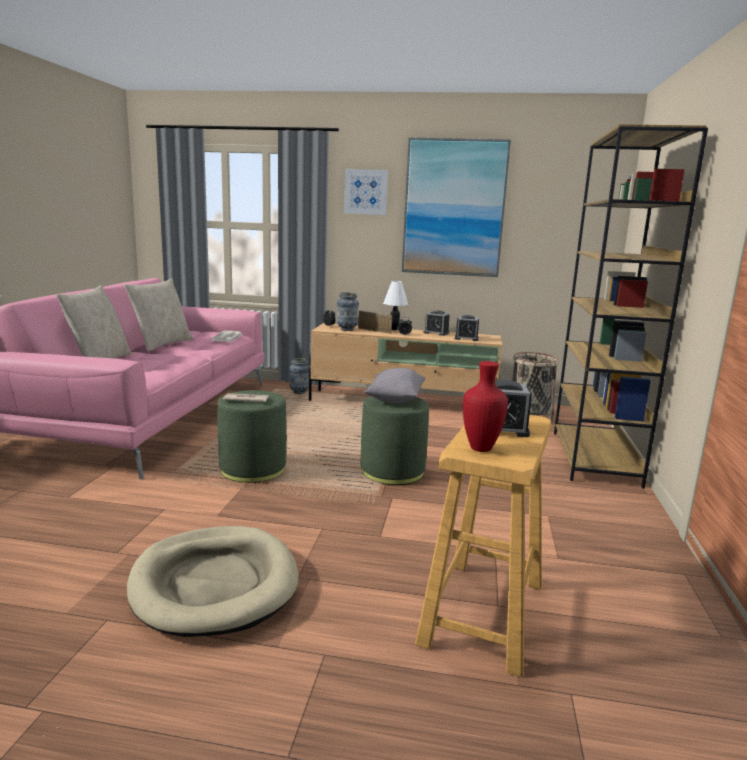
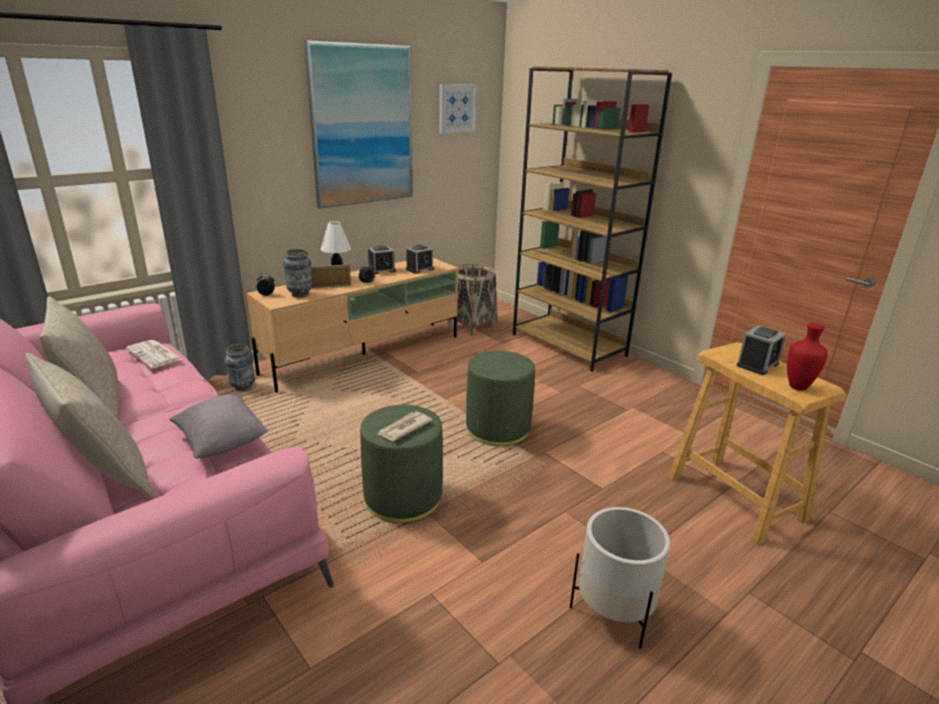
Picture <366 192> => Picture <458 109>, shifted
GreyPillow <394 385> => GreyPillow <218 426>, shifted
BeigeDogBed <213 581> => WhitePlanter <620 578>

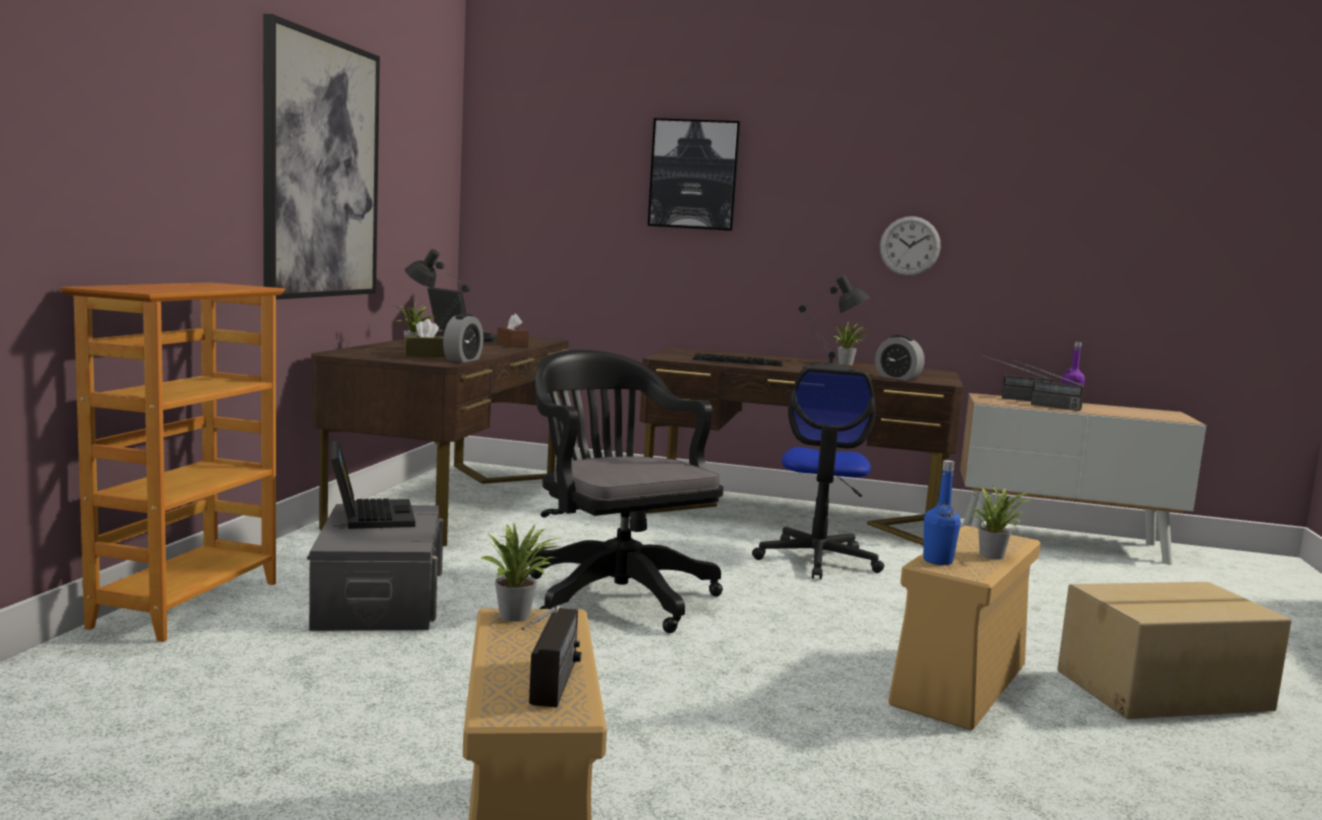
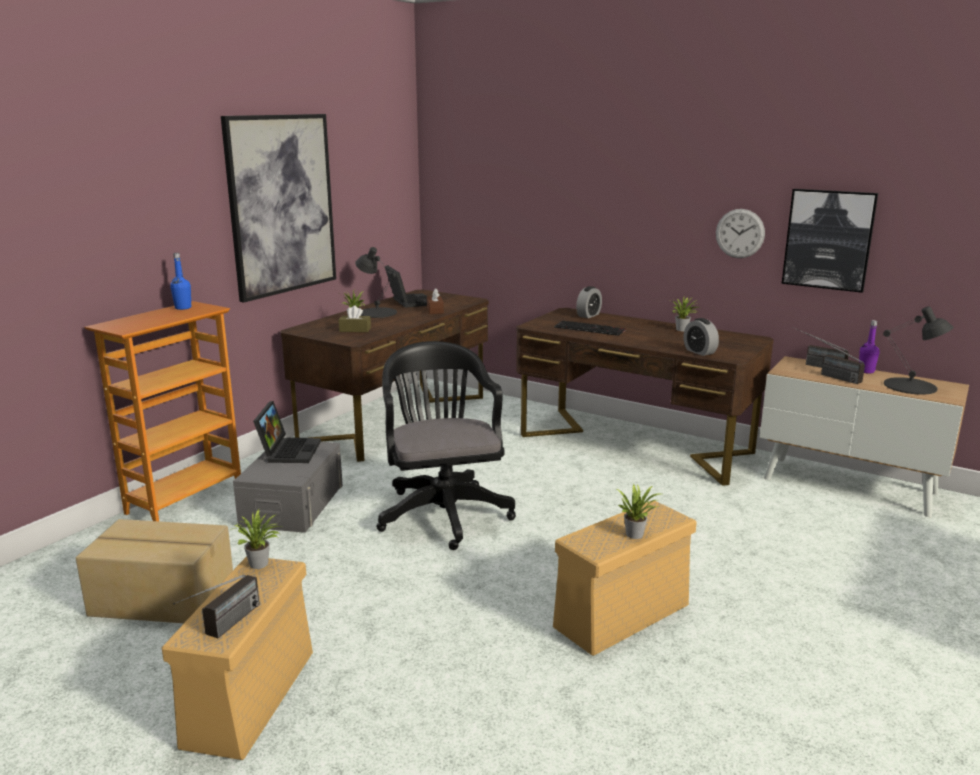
Picture <694 174> => Picture <830 241>, shifted
BlackTableLamp <834 323> => BlackTableLamp <918 350>, shifted
AlarmClock <463 337> => AlarmClock <589 302>, shifted
OfficeChair <818 473> => nothing
BlueBottle <942 512> => BlueBottle <180 281>, shifted
CardboardBox <1174 650> => CardboardBox <154 571>, shifted

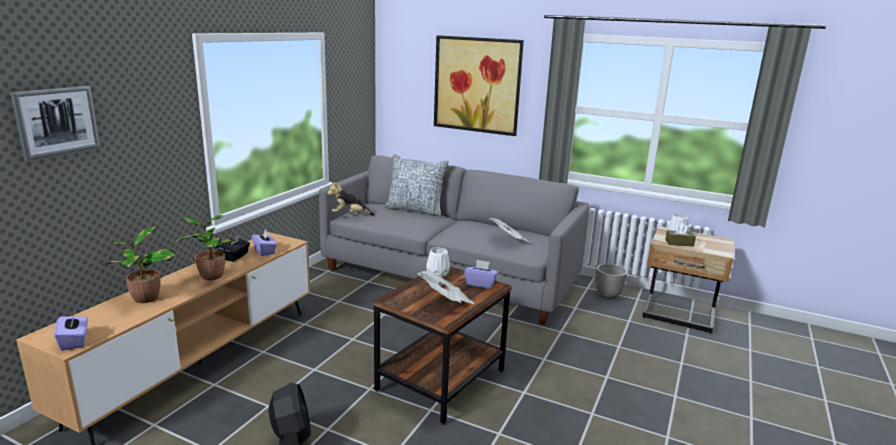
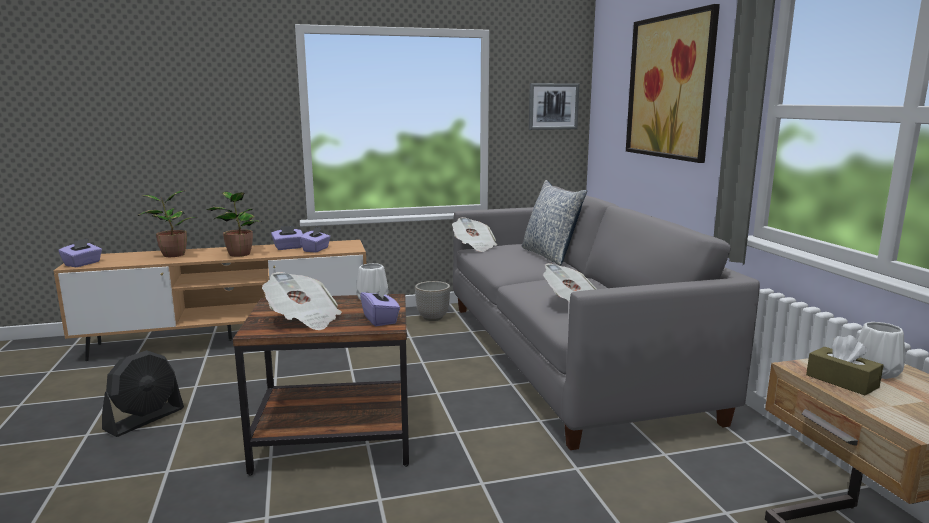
Picture <55 123> => Picture <554 106>, shifted
PlushToy <351 198> => Newspaper <474 234>
BlackTissueBox <234 248> => PurpleTissueBox <287 238>
Planter <611 281> => Planter <432 301>, shifted

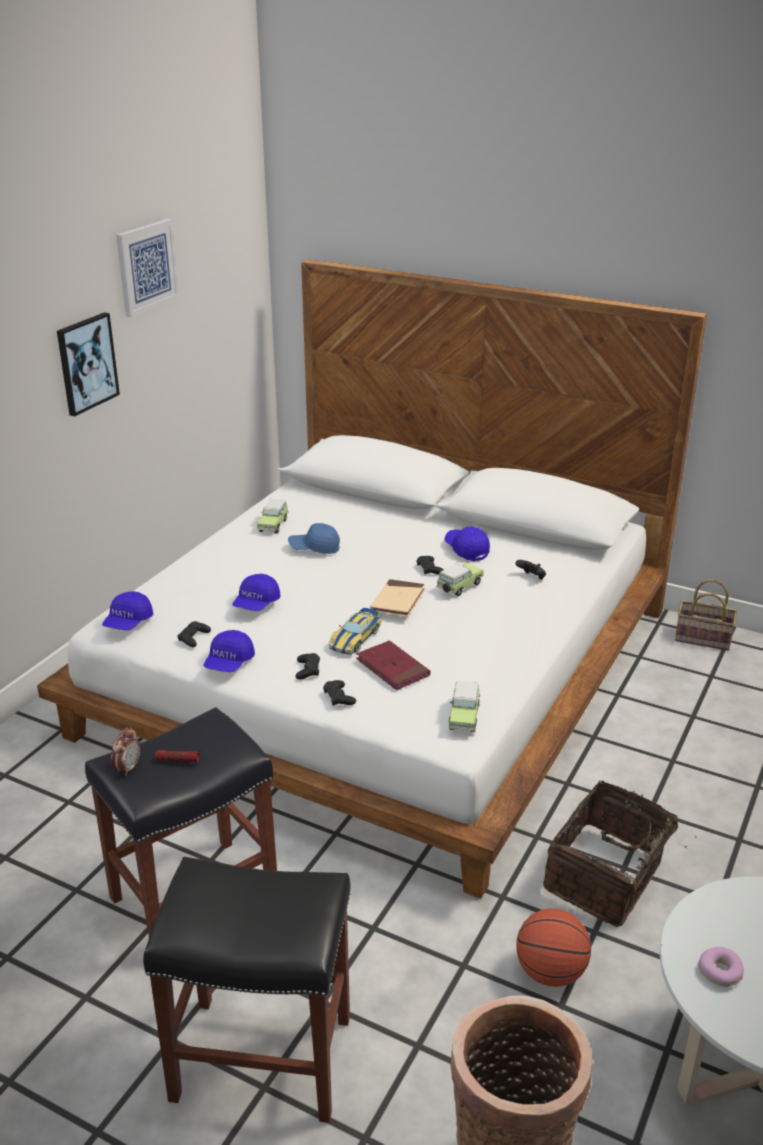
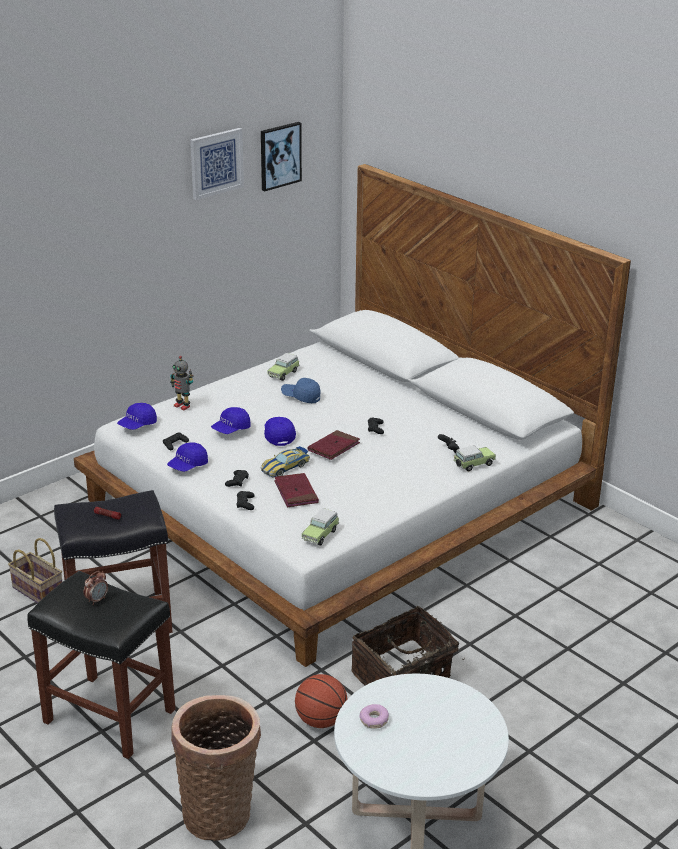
Picture <88 364> => Picture <281 156>, shifted
BlueCap <467 544> => BlueCap <280 431>, shifted
ToyCar <460 579> => ToyCar <475 458>, shifted
BeigeBook <398 598> => RedBook <334 445>
Basket <706 615> => Basket <35 571>, shifted
AlarmClock <125 751> => AlarmClock <95 588>, shifted
nothing => ToyRobot <182 383>

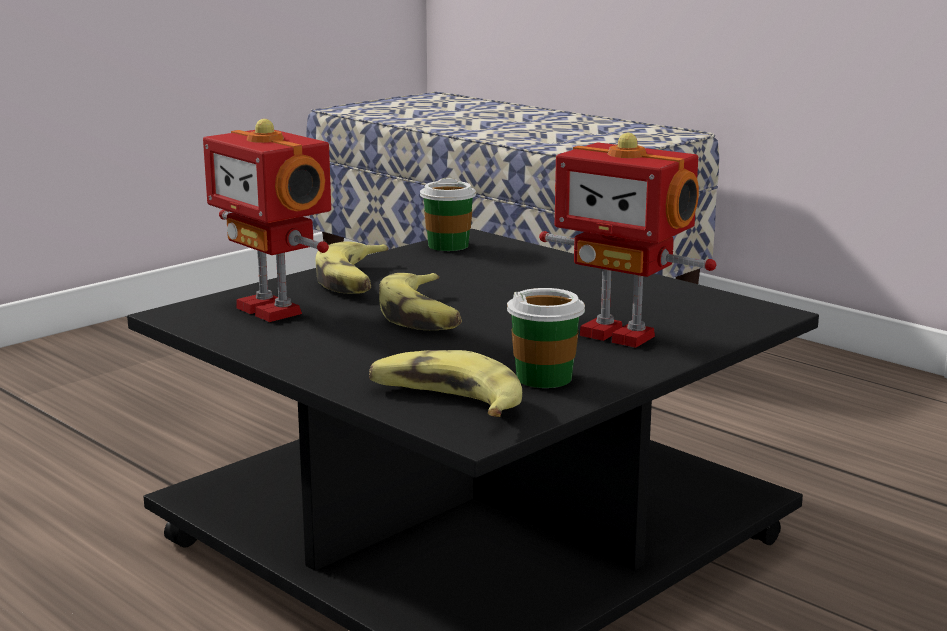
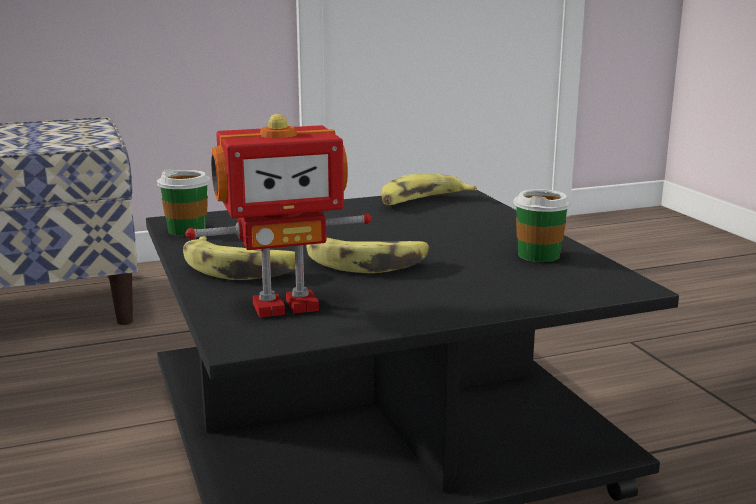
ToyRobot <628 240> => nothing
Banana <445 383> => Banana <429 189>, shifted

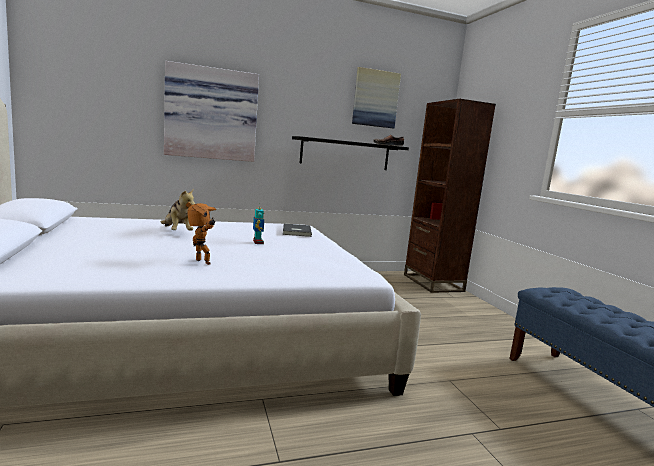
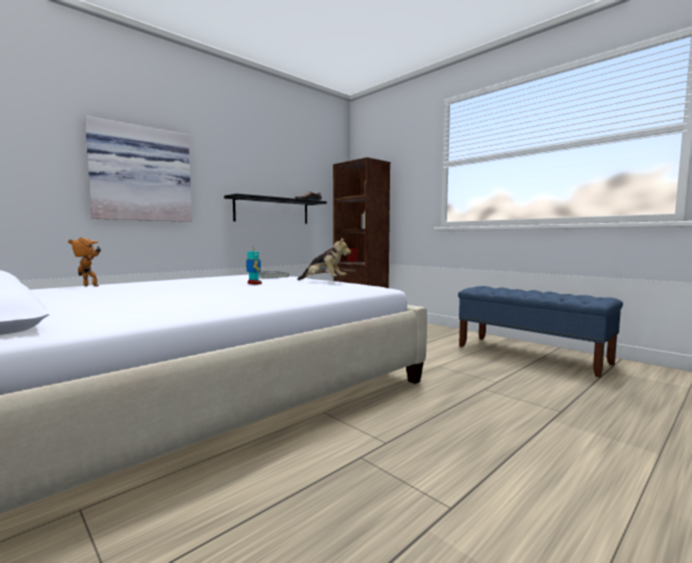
Picture <376 97> => nothing
PlushToy <178 209> => PlushToy <324 259>, shifted
ToyRobot <201 233> => ToyRobot <84 261>, shifted

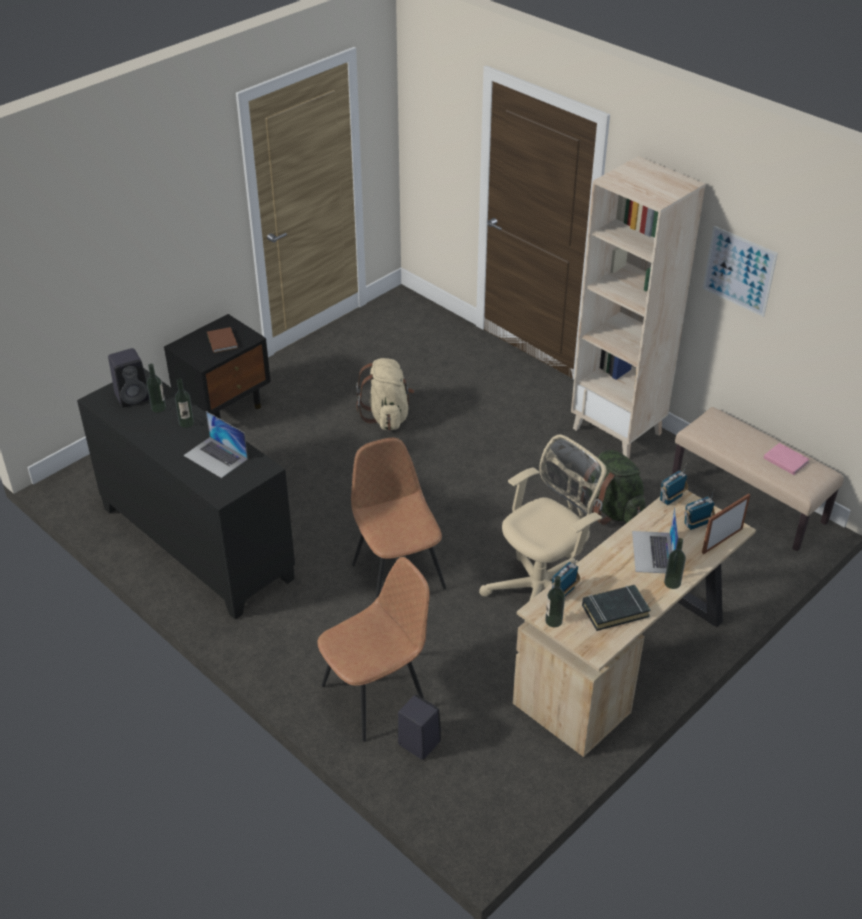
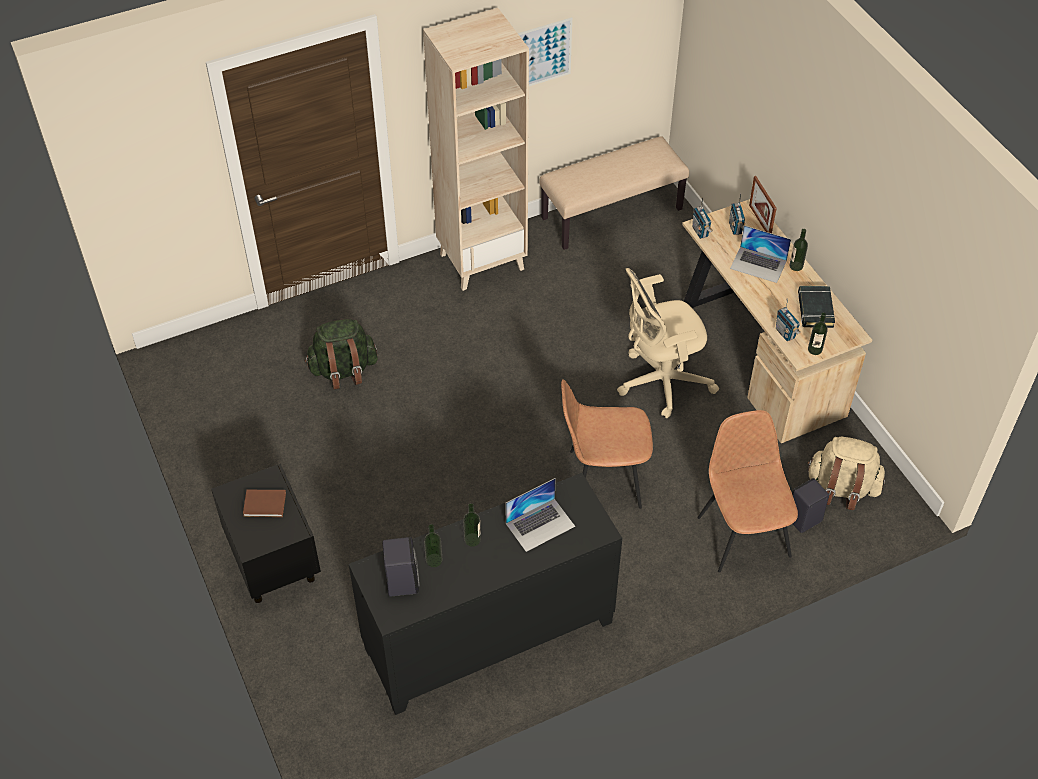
BeigeBackpack <385 394> => BeigeBackpack <846 473>, shifted
BeigeOfficeChair <542 527> => BeigeOfficeChair <668 343>, 90 degrees counterclockwise
PinkBook <787 459> => nothing
GreenBackpack <614 487> => GreenBackpack <341 354>, shifted

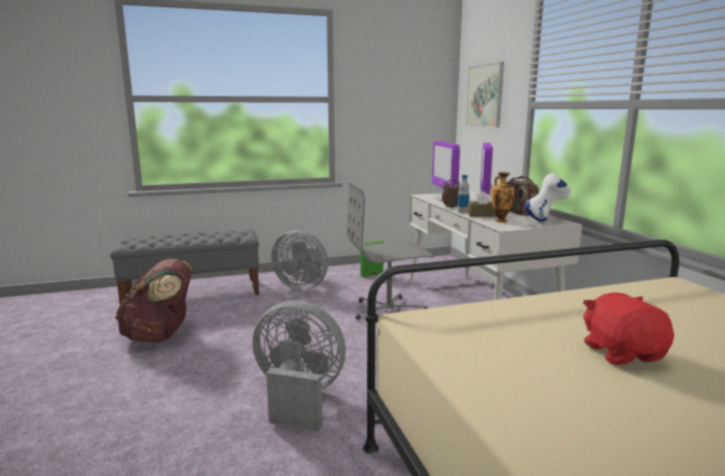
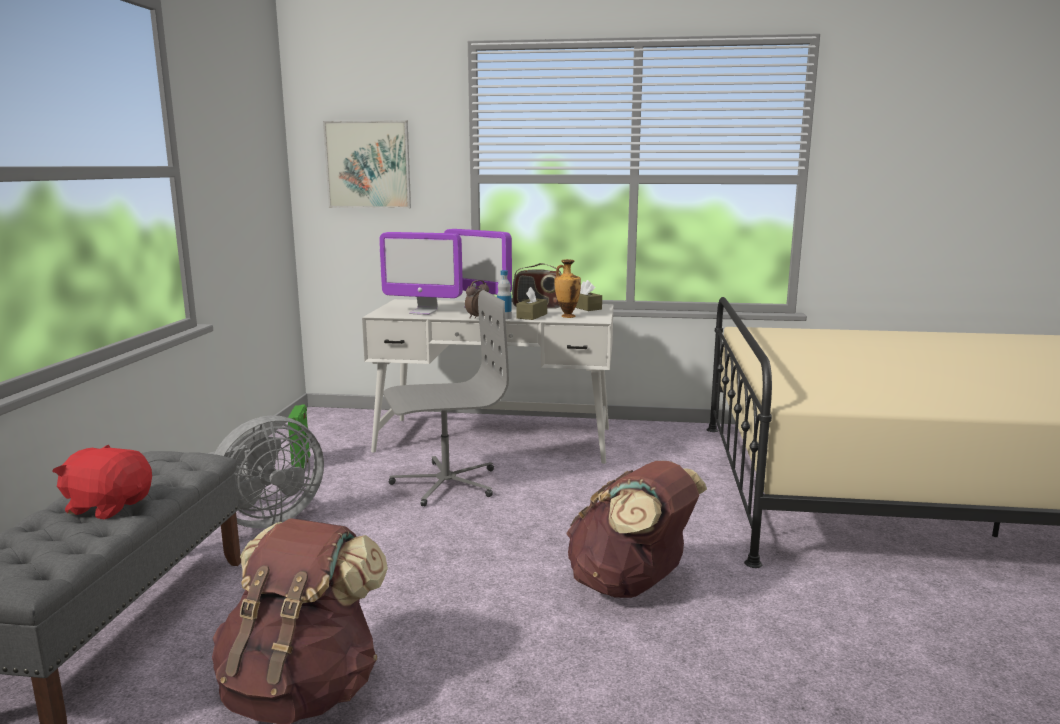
WhiteVase <547 197> => BrownTissueBox <588 295>
GreyOfficeChair <390 251> => GreyOfficeChair <446 398>, 120 degrees counterclockwise
RedPlushToy <628 328> => RedPlushToy <102 481>, shifted
GreyFan <299 365> => BrownBackpack <636 529>

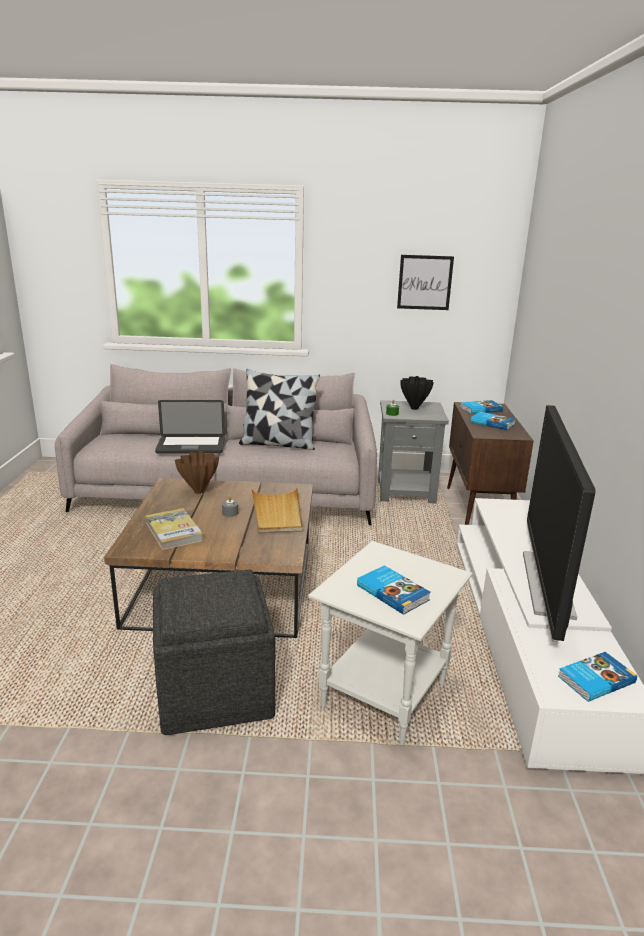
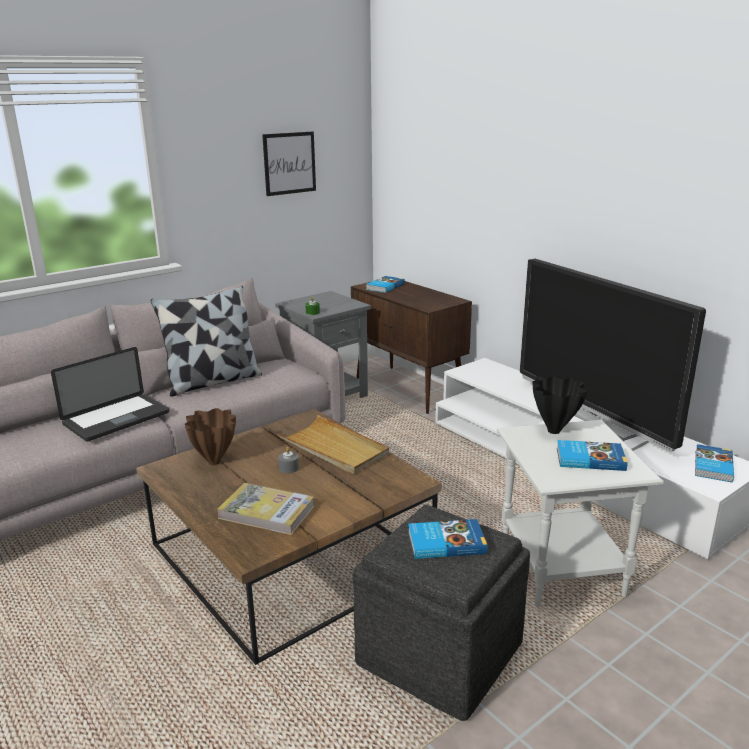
BlackVase <417 393> => BlackVase <560 405>, shifted
Book <492 420> => Book <447 539>, shifted

